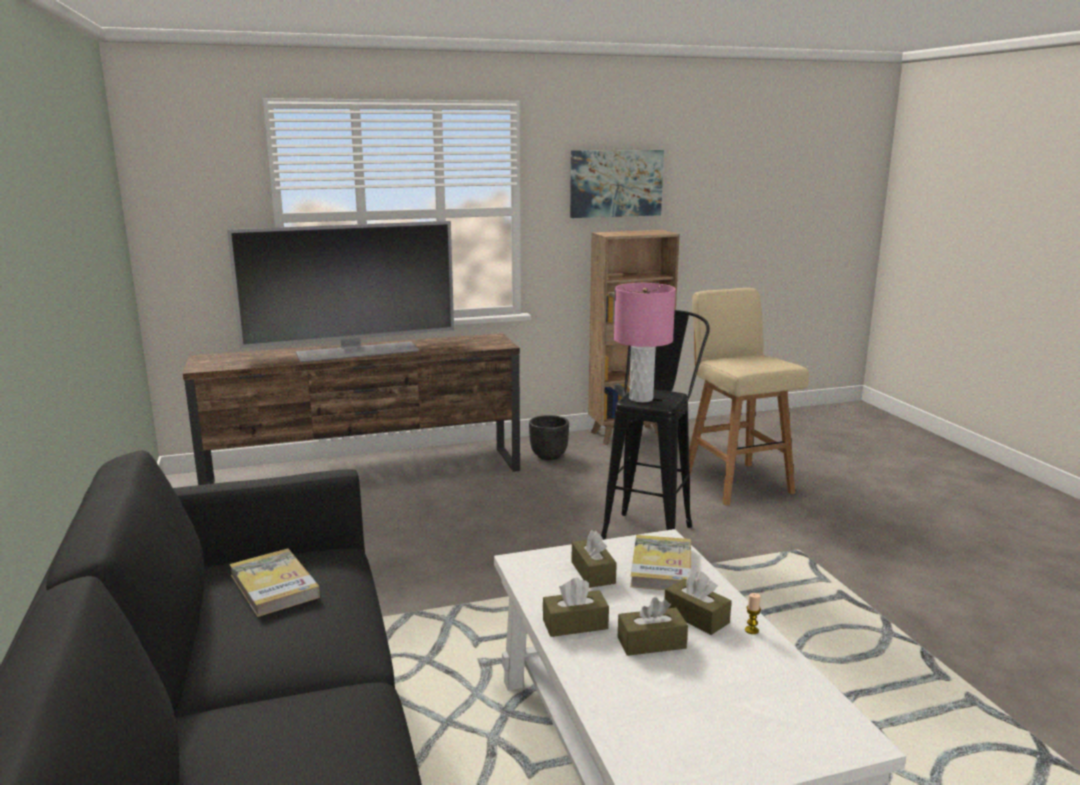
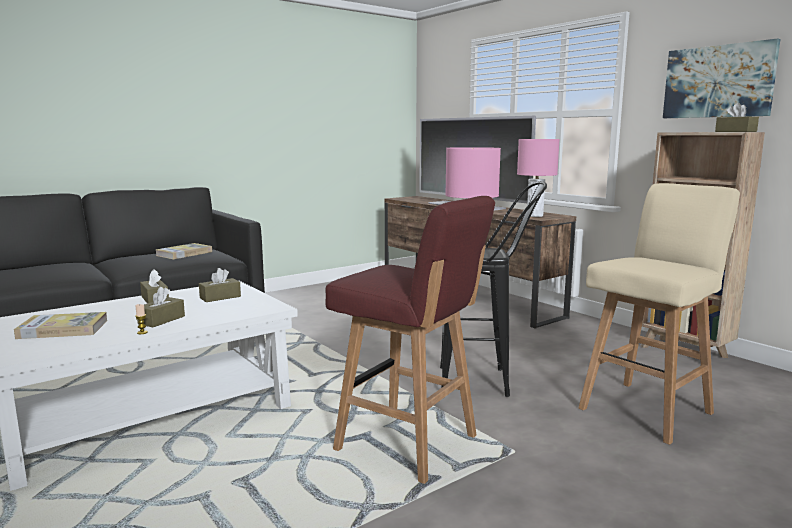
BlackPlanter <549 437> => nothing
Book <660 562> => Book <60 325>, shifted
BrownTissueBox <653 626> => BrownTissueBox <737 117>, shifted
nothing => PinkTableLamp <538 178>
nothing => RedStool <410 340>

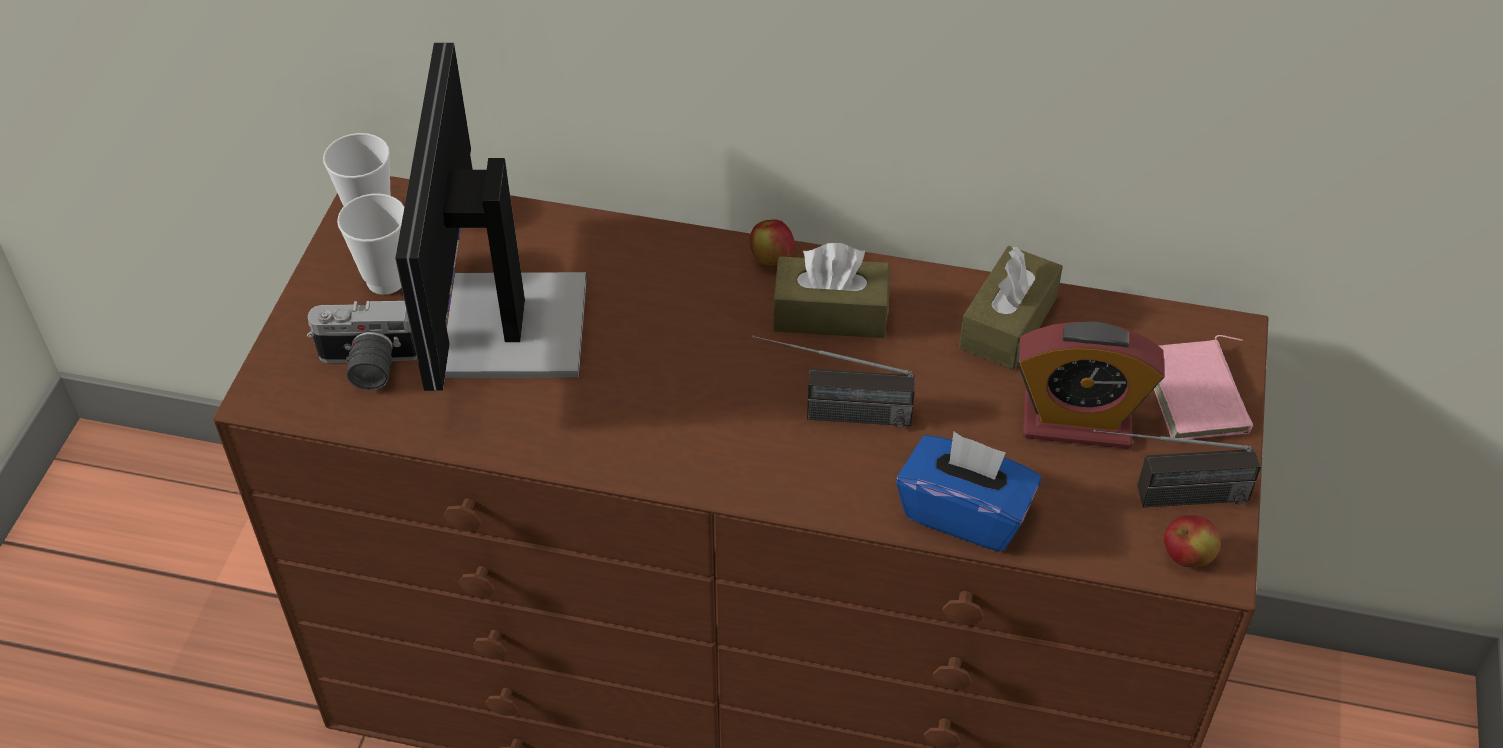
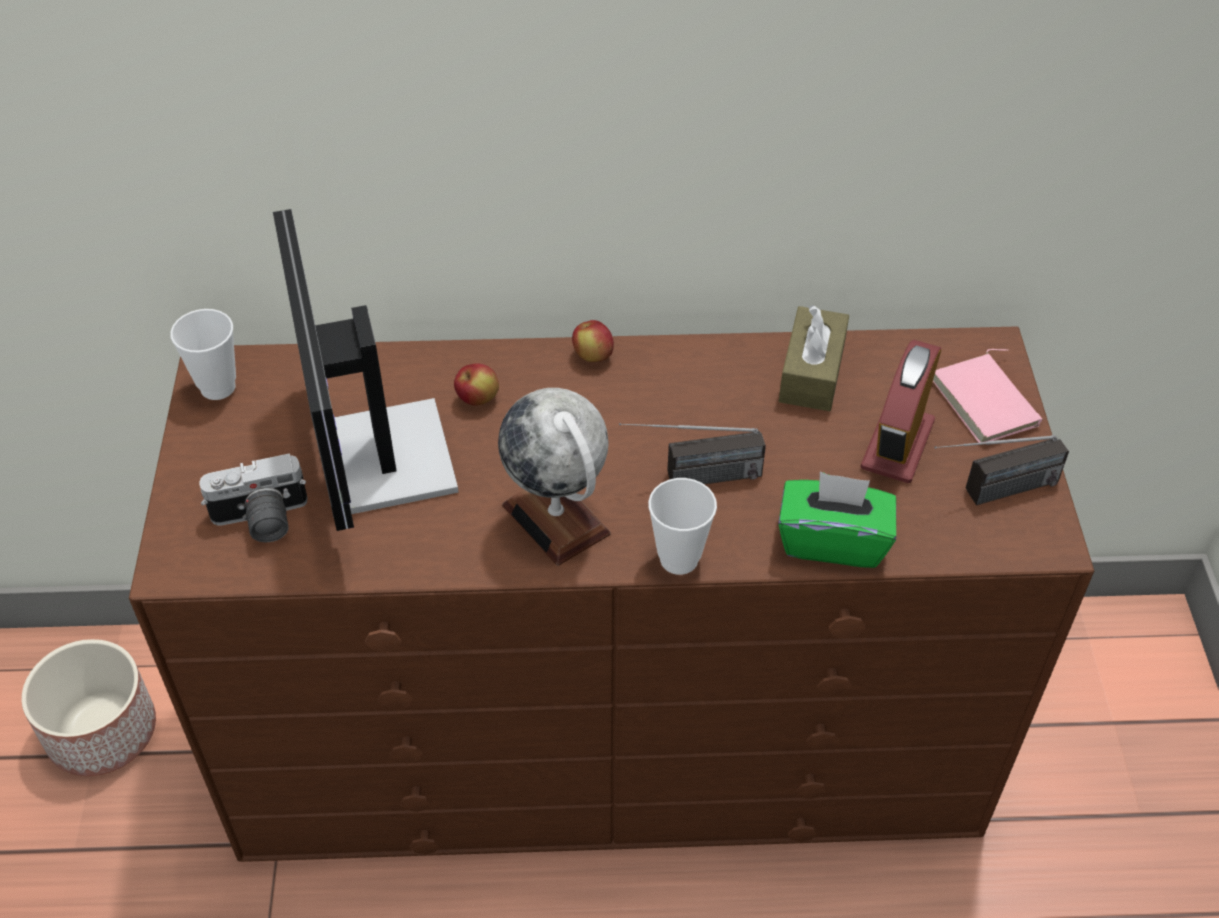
Cup <370 244> => Cup <682 526>, shifted
BrownTissueBox <831 290> => nothing
AlarmClock <1091 385> => AlarmClock <901 411>, 120 degrees clockwise
BlueTissueBox <968 492> => GreenTissueBox <837 520>
Apple <1192 541> => Apple <476 384>, shifted
nothing => Globe <554 477>
nothing => Planter <88 707>

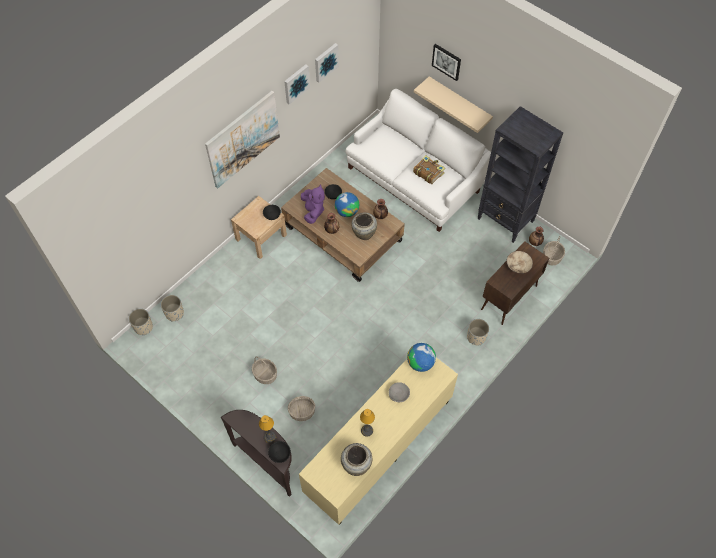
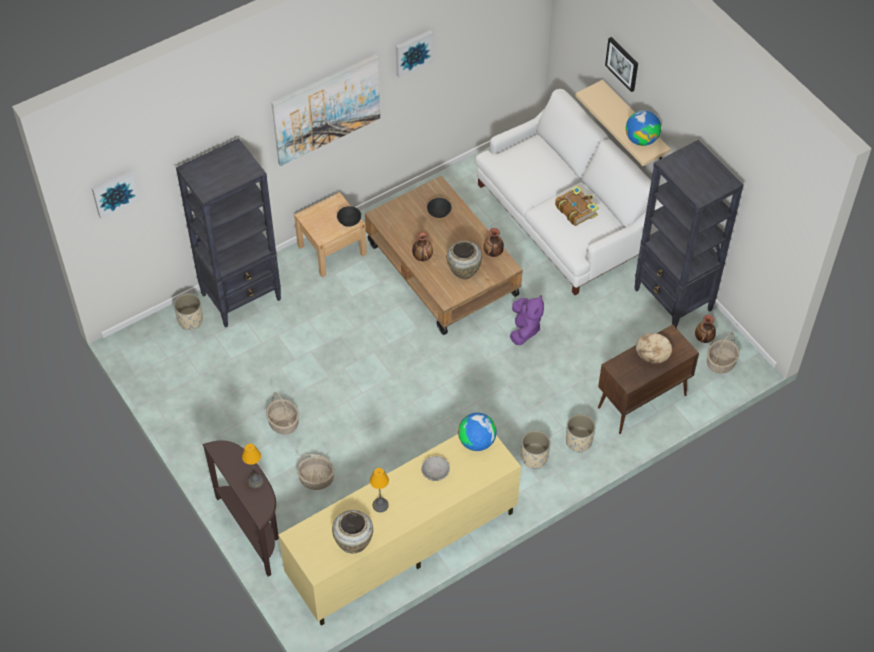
Picture <327 63> => Picture <115 194>, shifted
PurplePlushToy <313 204> => PurplePlushToy <527 320>, shifted
Globe <347 204> => Globe <643 128>, shifted
BeigePlanter <141 322> => BeigePlanter <535 449>, shifted
BlackBowl <279 452> => nothing
nothing => BlackBookcase <228 233>

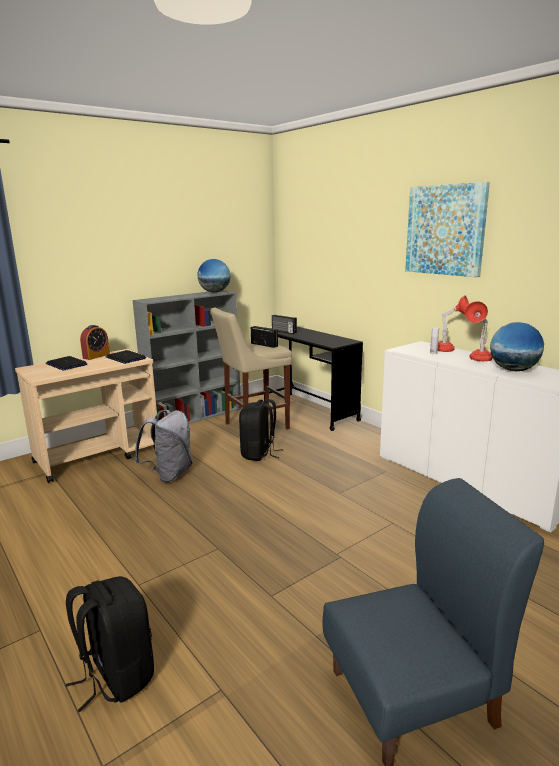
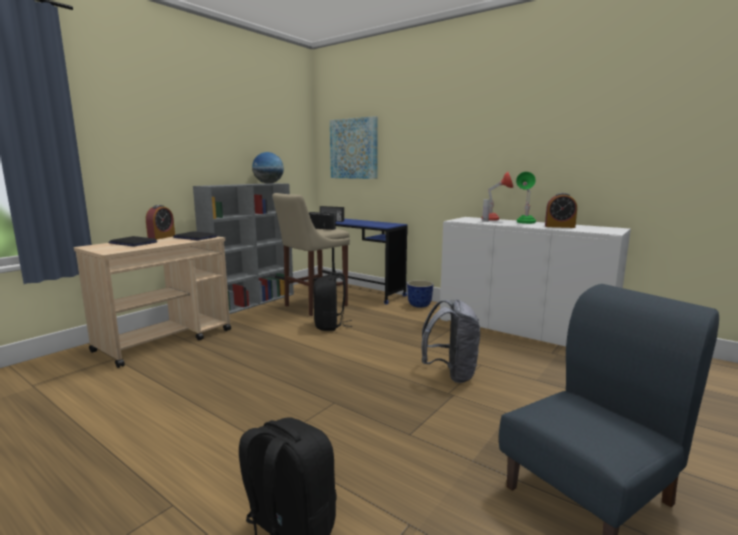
Picture <447 229> => Picture <354 147>, shifted
RedTableLamp <479 331> => GreenTableLamp <526 198>
Globe <517 346> => AlarmClock <561 210>
BlackDesk <313 379> => BlueDesk <361 262>
GreyBackpack <163 446> => GreyBackpack <450 341>, shifted
nothing => Planter <420 294>

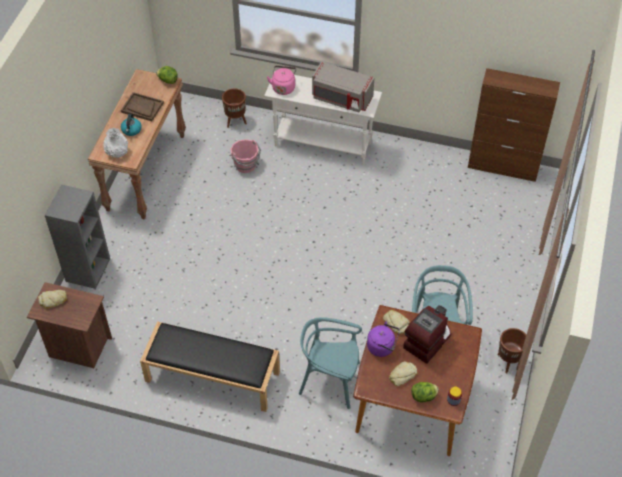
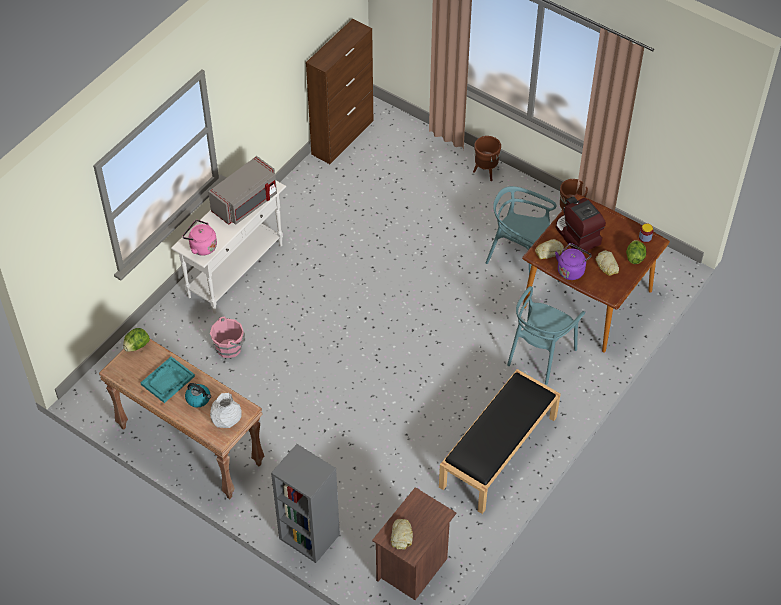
BrownPlanter <234 108> => BrownPlanter <487 158>, shifted
BrownTray <142 106> => TurquoiseTray <167 379>

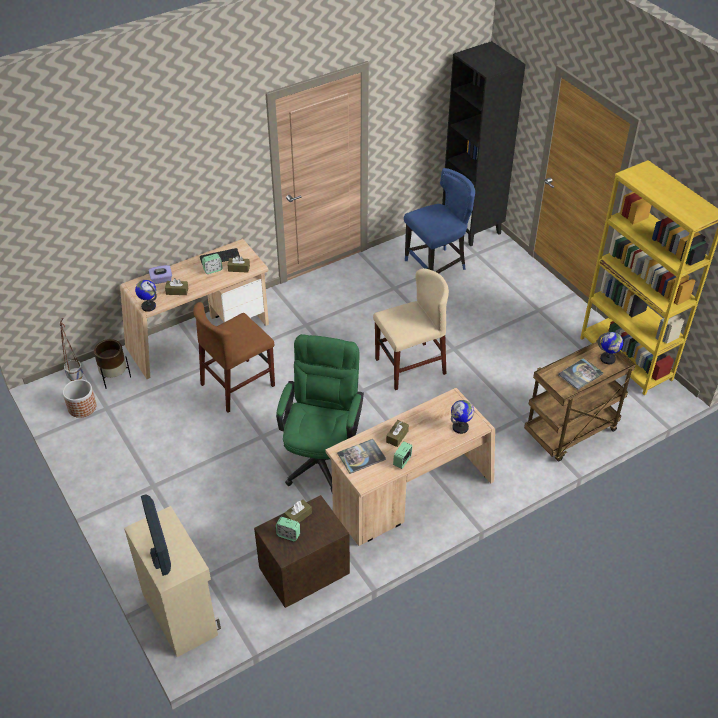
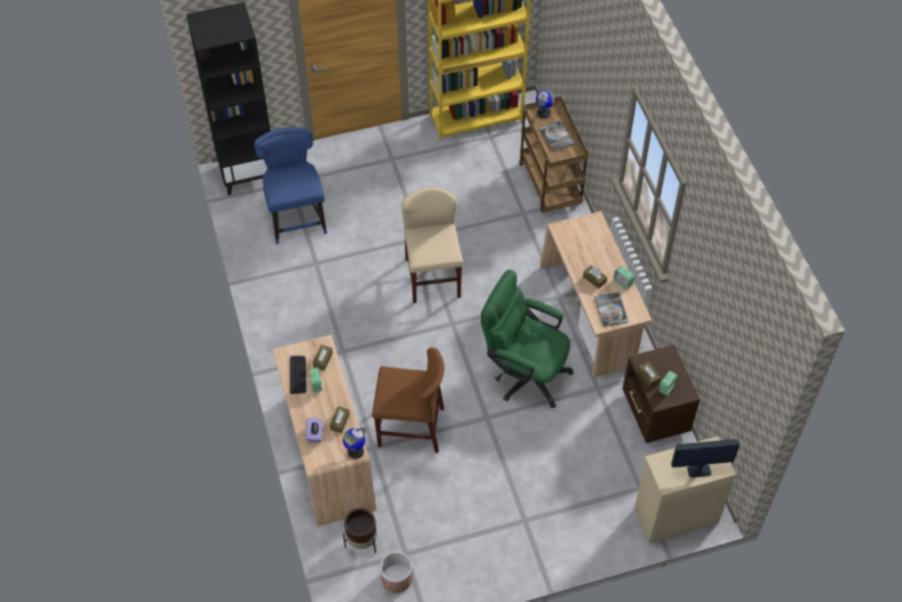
BrownChair <234 357> => BrownChair <408 400>, 60 degrees counterclockwise
Planter <71 349> => nothing
Globe <462 417> => nothing

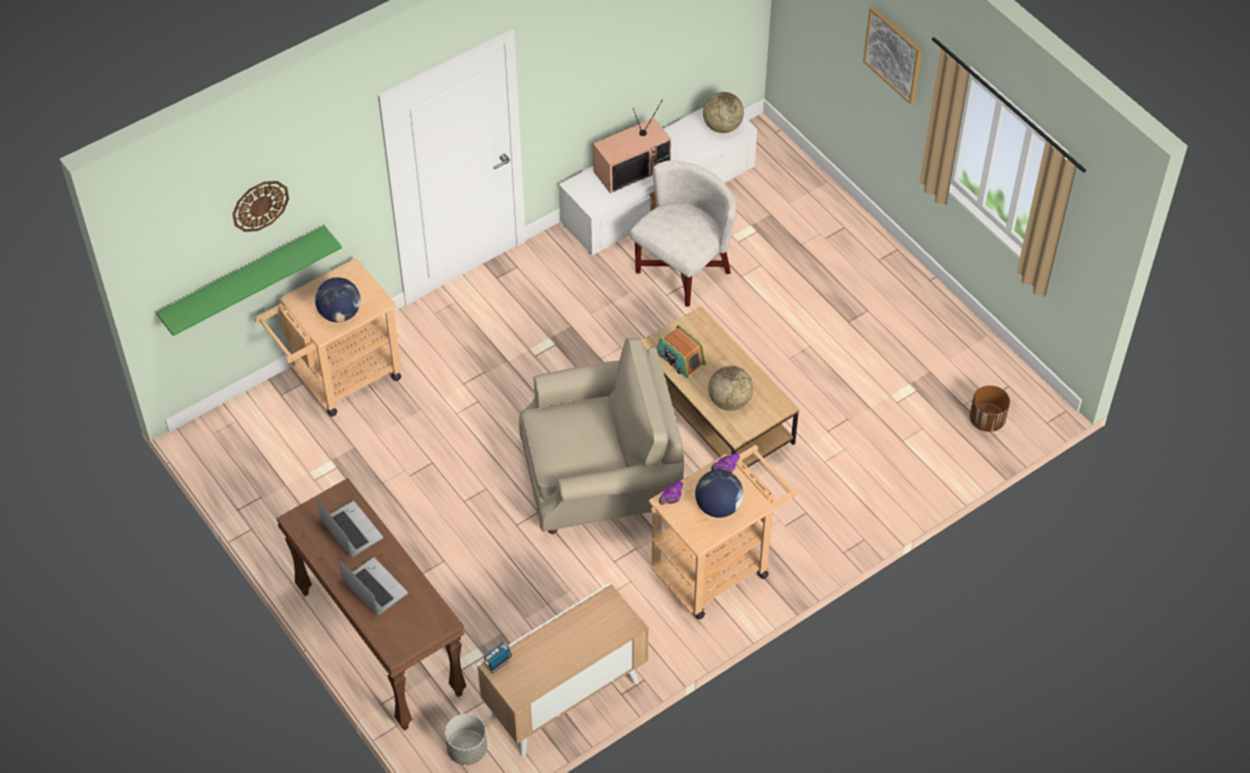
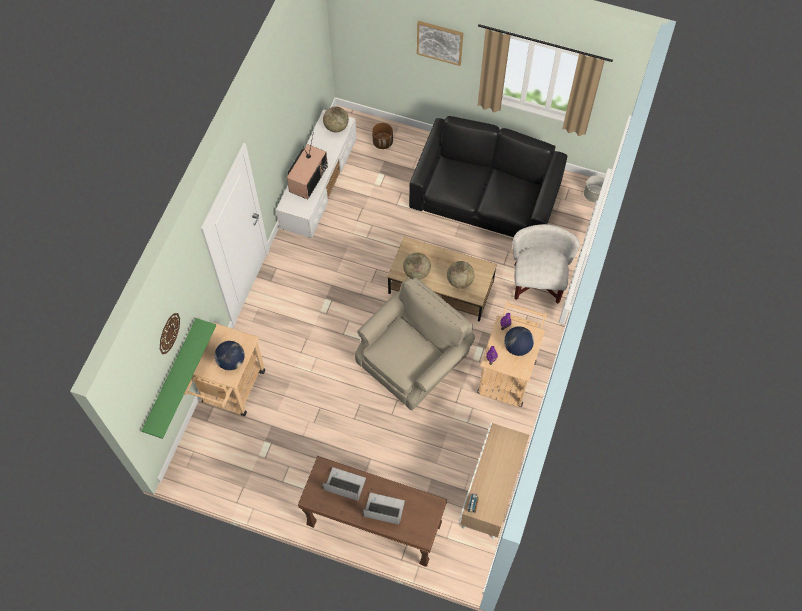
WhiteArmchair <683 233> => WhiteArmchair <546 264>, shifted
Radio <681 351> => Globe <417 266>
BrownPlanter <990 408> => BrownPlanter <382 136>, shifted
GreyPlanter <466 739> => GreyPlanter <594 188>, shifted
nothing => BlackSofa <488 176>

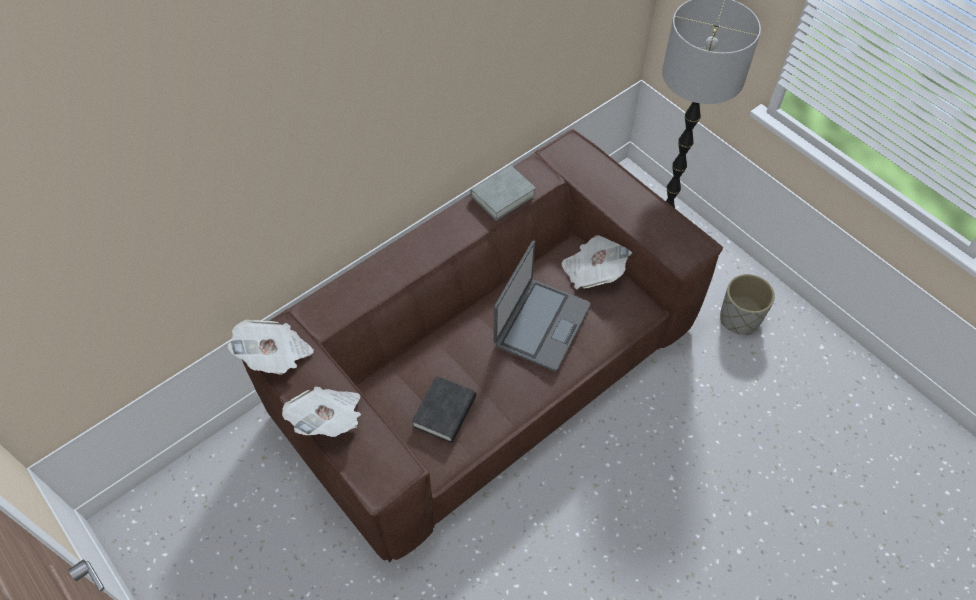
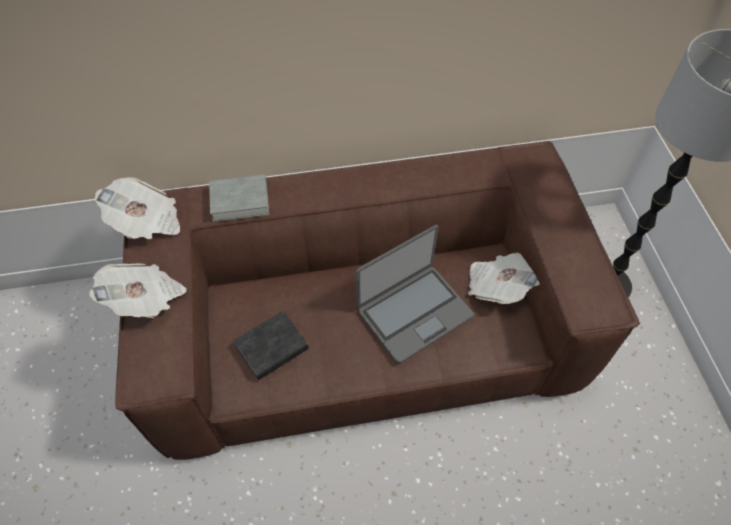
GreyBook <503 193> => GreyBook <239 198>, shifted
GreyPlanter <747 304> => nothing

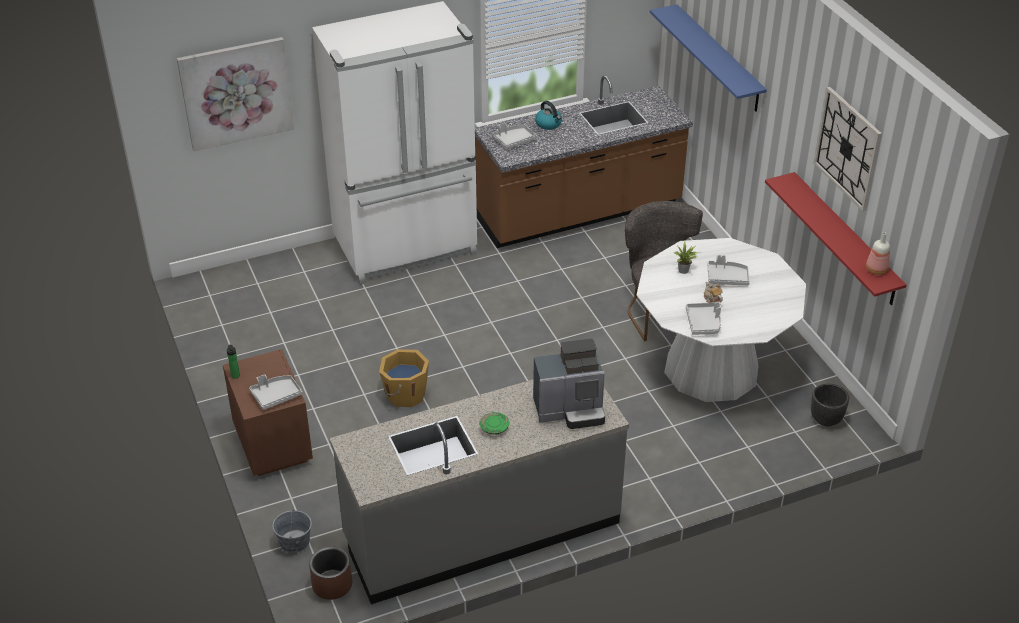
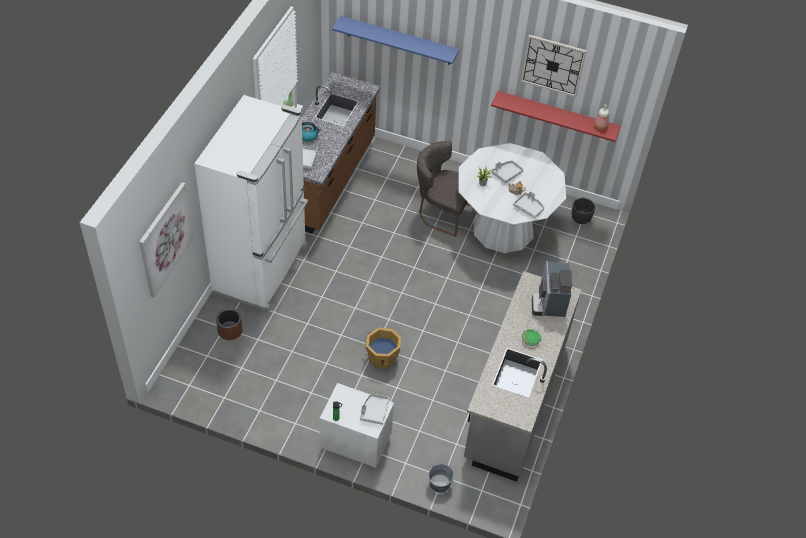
CoffeeMachine <569 384> => CoffeeMachine <552 289>, 150 degrees clockwise
BrownNightstand <268 412> => WhiteNightstand <357 425>
BrownPlanter <330 573> => BrownPlanter <229 324>, shifted

